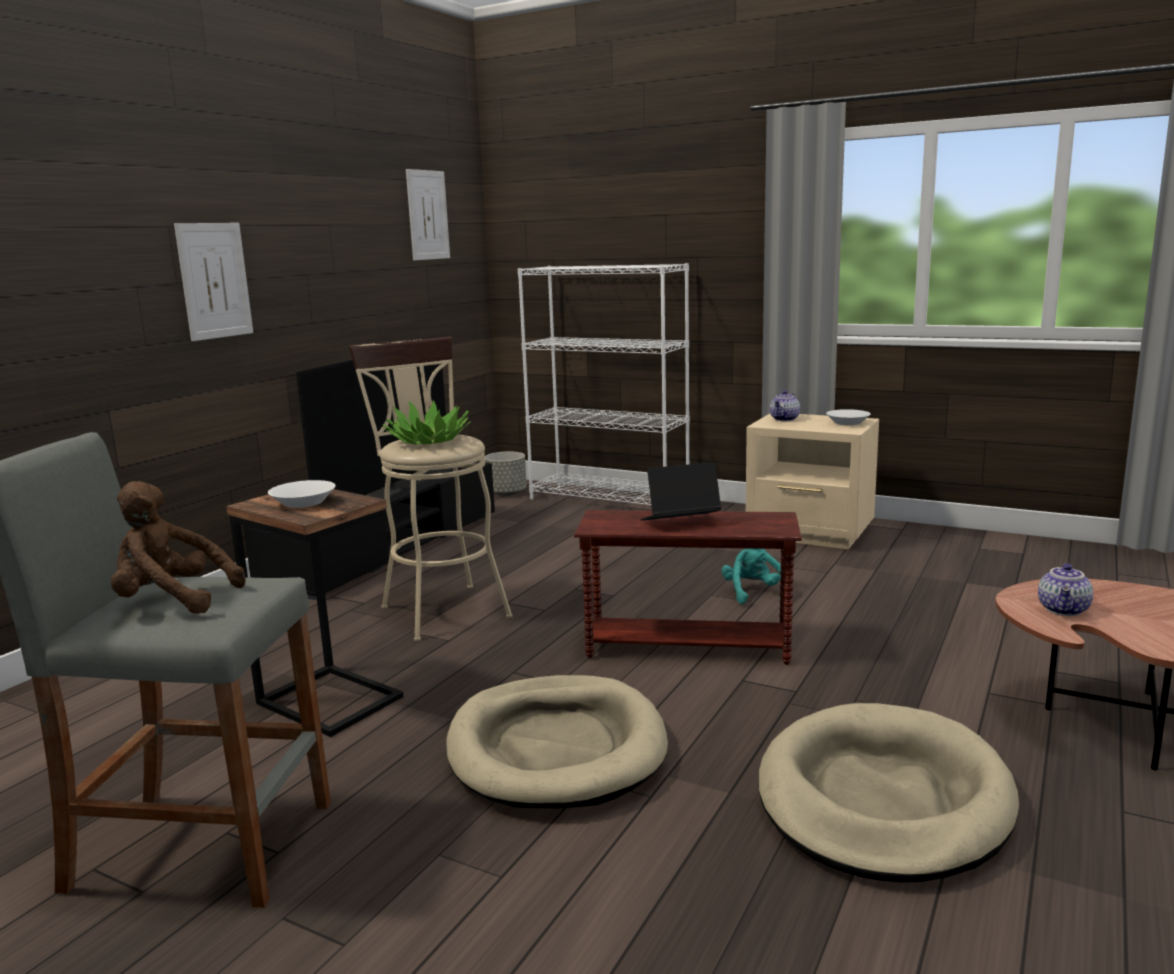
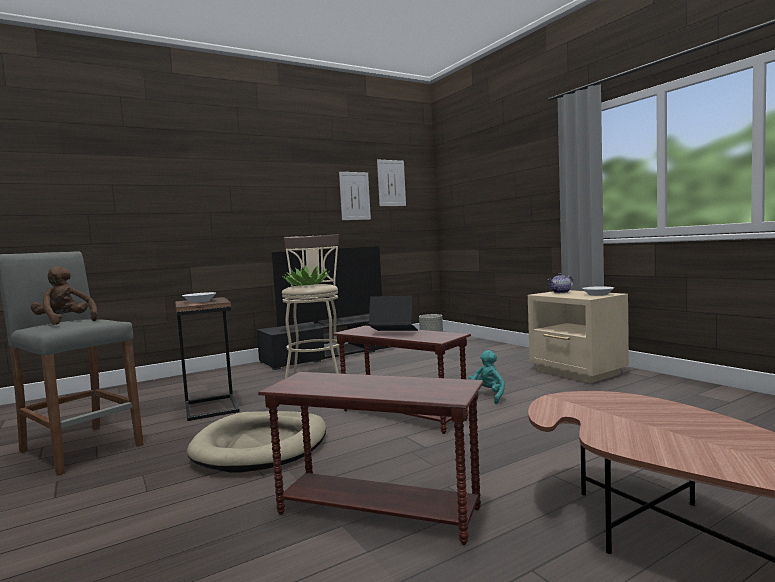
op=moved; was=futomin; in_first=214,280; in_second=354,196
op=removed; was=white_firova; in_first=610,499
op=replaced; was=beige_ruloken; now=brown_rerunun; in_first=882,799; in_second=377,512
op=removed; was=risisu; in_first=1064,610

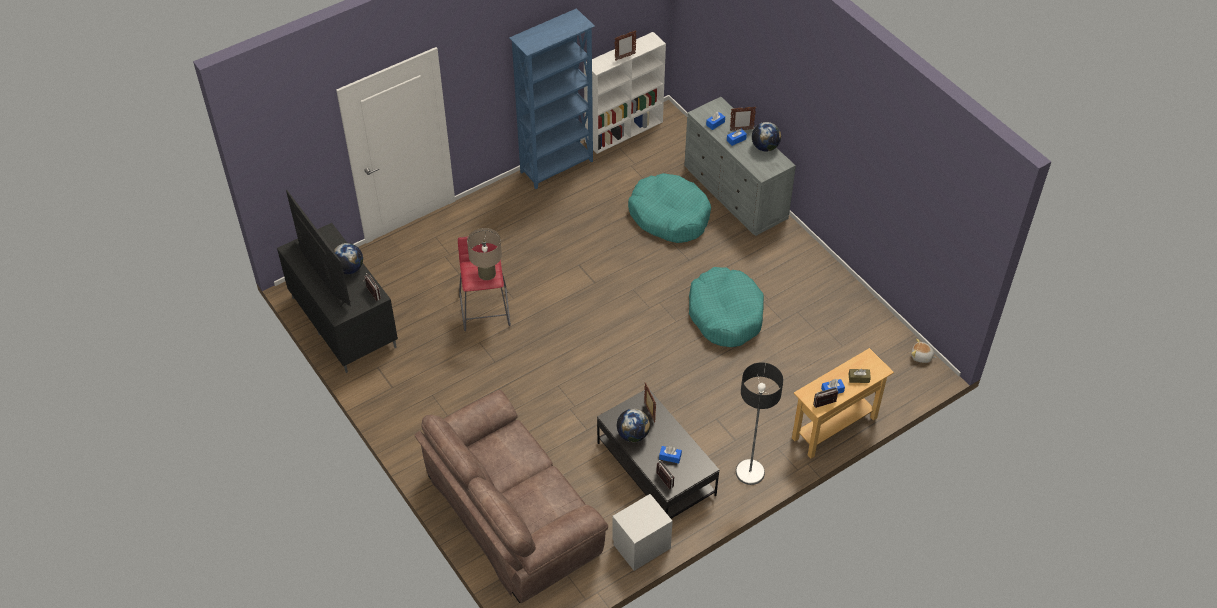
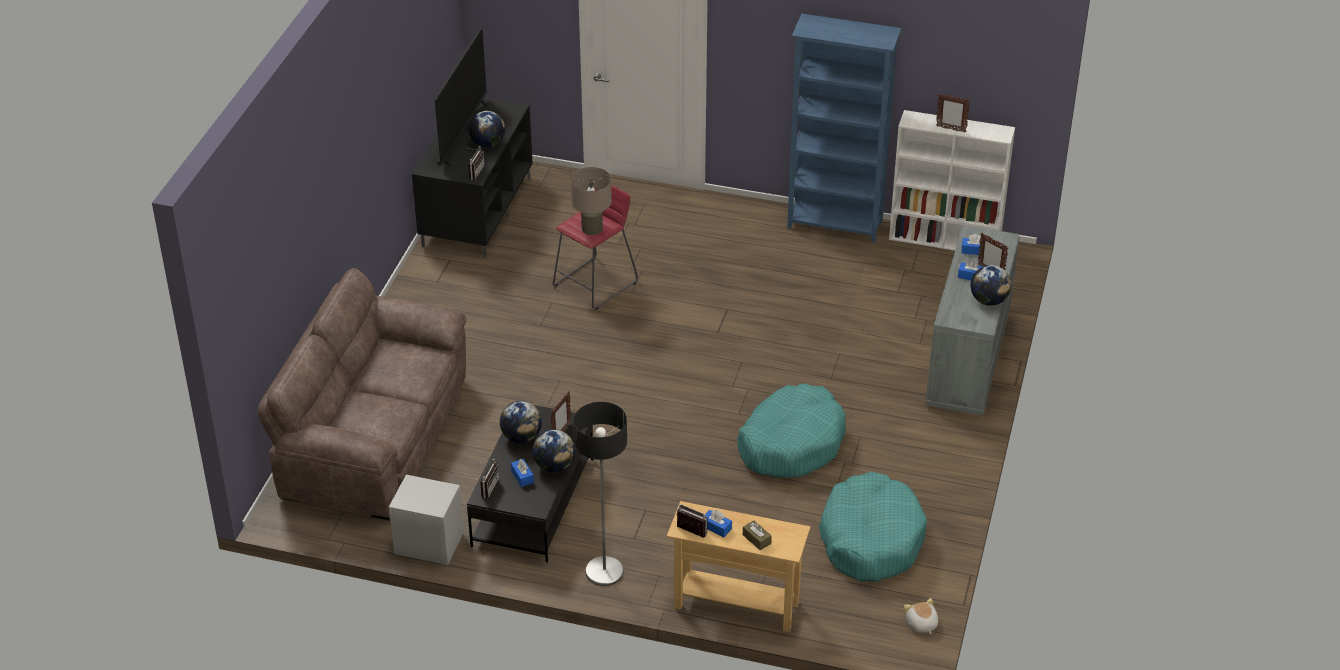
op=moved; was=turquoise_ruloken; in_first=669,216; in_second=870,539
op=added; now=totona; in_second=554,466

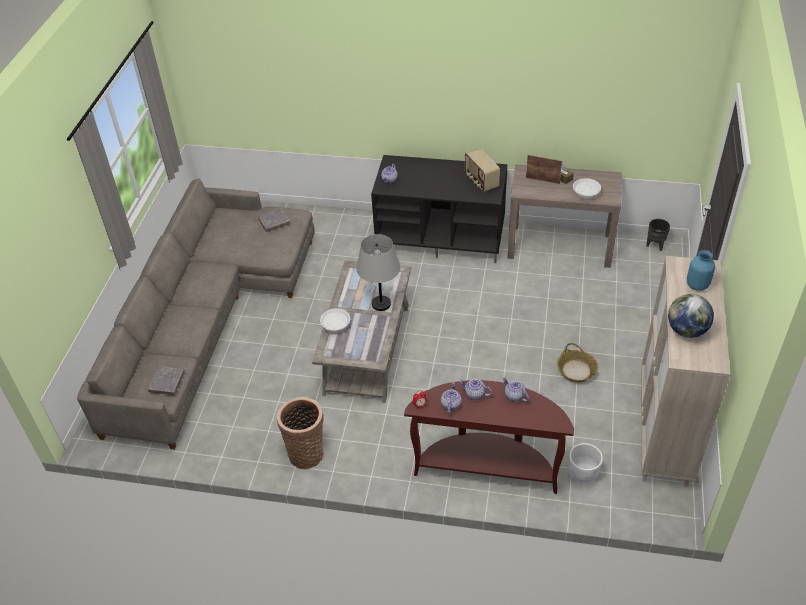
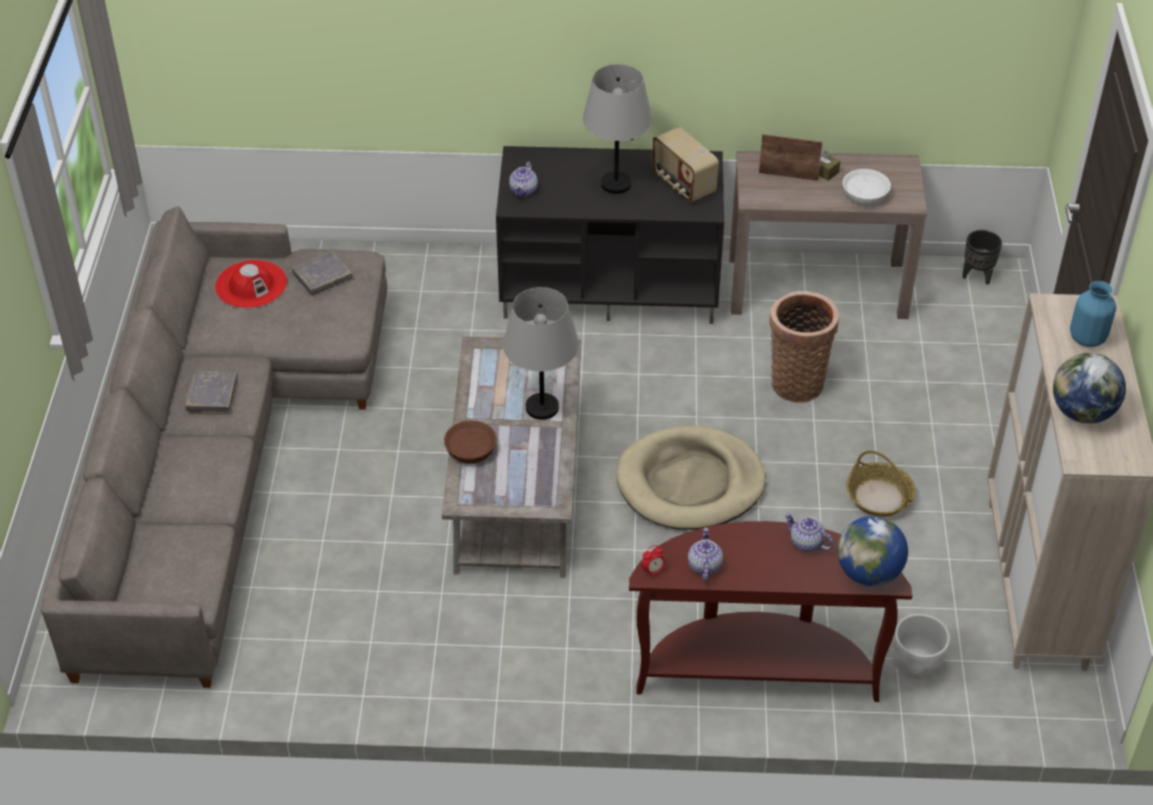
op=moved; was=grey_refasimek; in_first=167,382; in_second=212,394
op=moved; was=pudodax; in_first=306,452; in_second=796,381
op=recoloured; was=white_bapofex; now=brown_bapofex; in_first=336,325; in_second=470,450
op=removed; was=risisu; in_first=474,394
op=added; now=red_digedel; in_second=251,284
op=added; now=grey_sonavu; in_second=615,184
op=added; now=beige_ruloken; in_second=690,483
op=added; now=totona; in_second=868,573

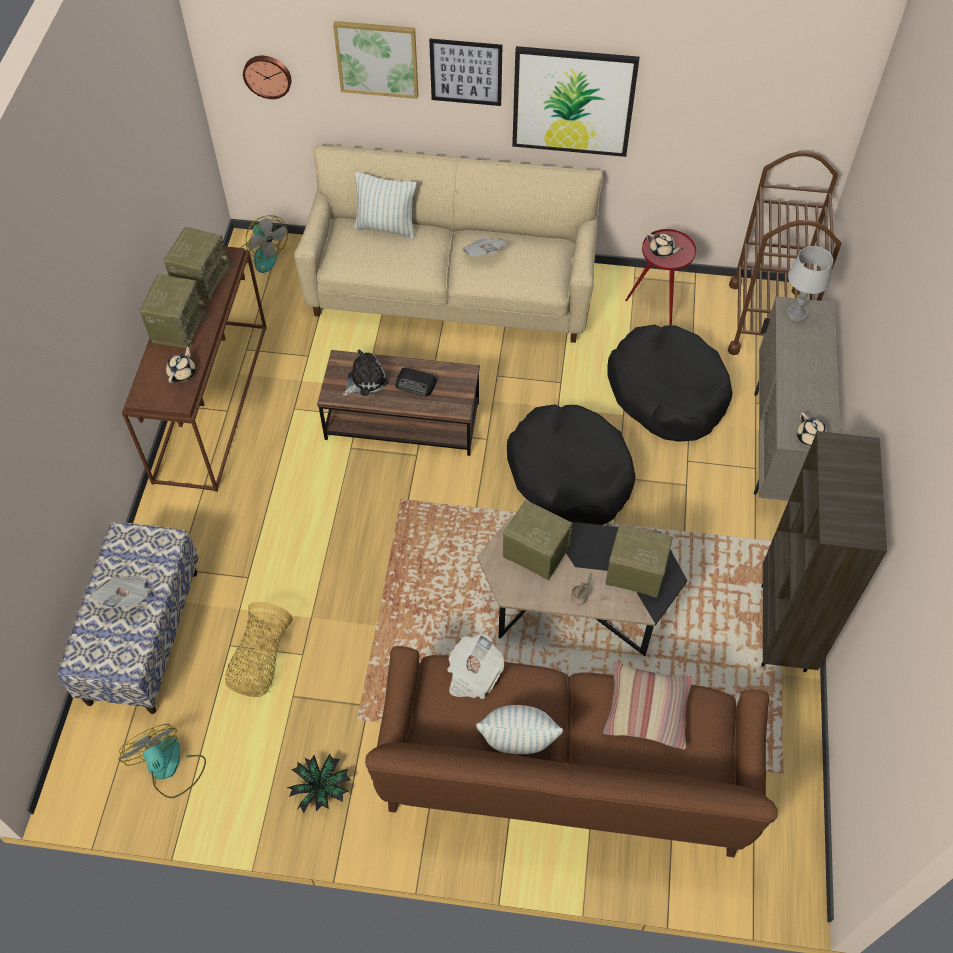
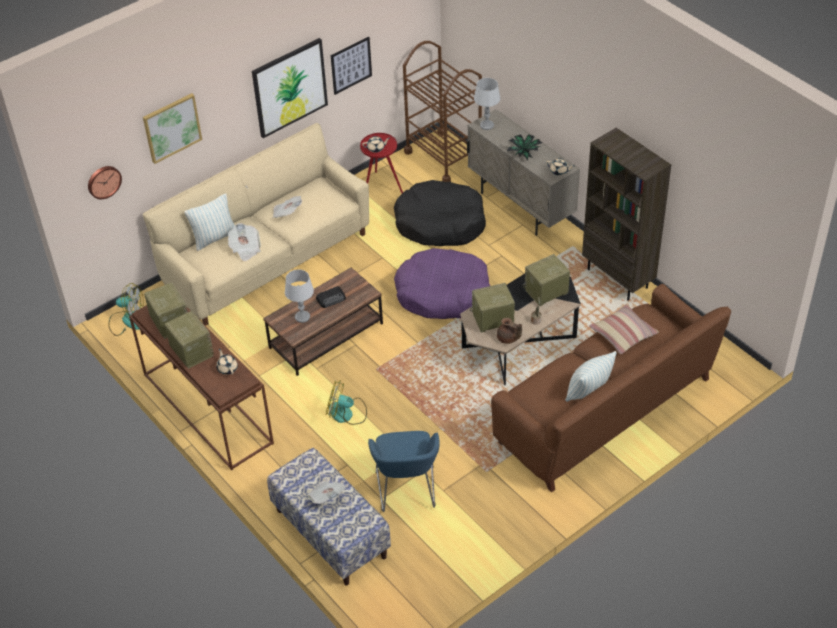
op=moved; was=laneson; in_first=169,768; in_second=346,414
op=replaced; was=pudodax; now=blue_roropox; in_first=260,661; in_second=406,491
op=moved; was=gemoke; in_first=321,789; in_second=524,153
op=replaced; was=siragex; now=grey_sonavu; in_first=365,380; in_second=302,317
op=moved; was=futomin; in_first=466,72; in_second=351,65
op=moved; was=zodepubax; in_first=473,675; in_second=245,249
op=recoloured; was=black_ruloken; now=purple_ruloken; in_first=569,475; in_second=443,293
op=added; now=brown_risisu; in_second=508,339

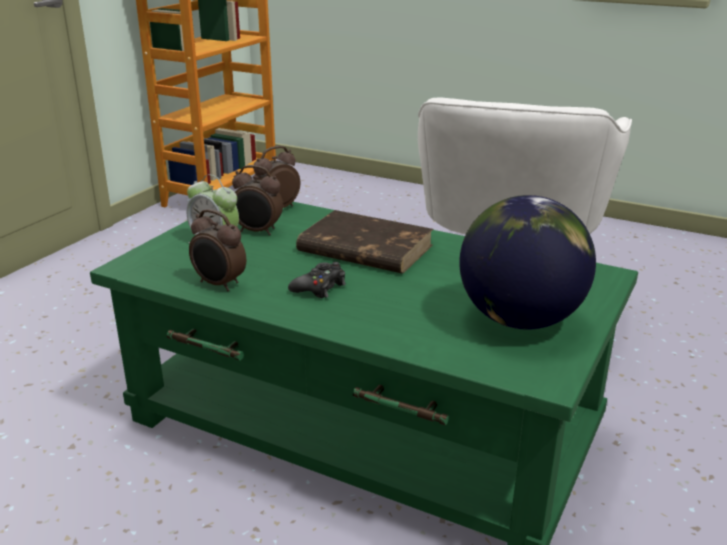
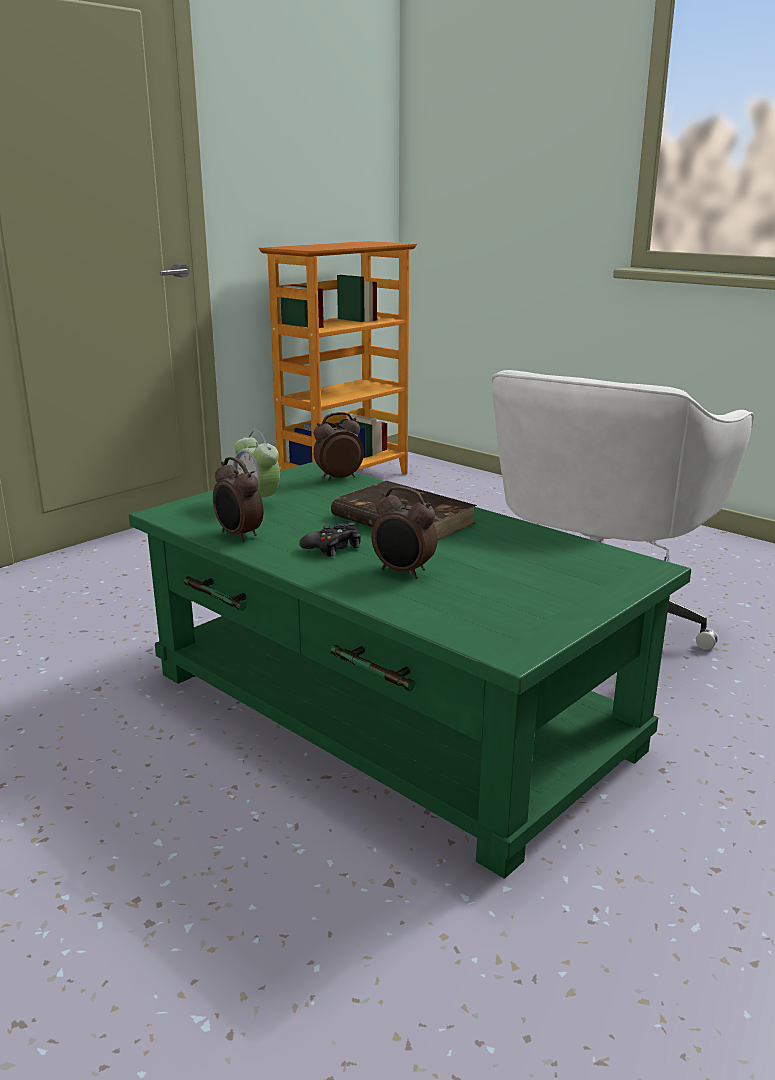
op=moved; was=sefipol; in_first=258,231; in_second=403,572
op=removed; was=totona; in_first=520,320

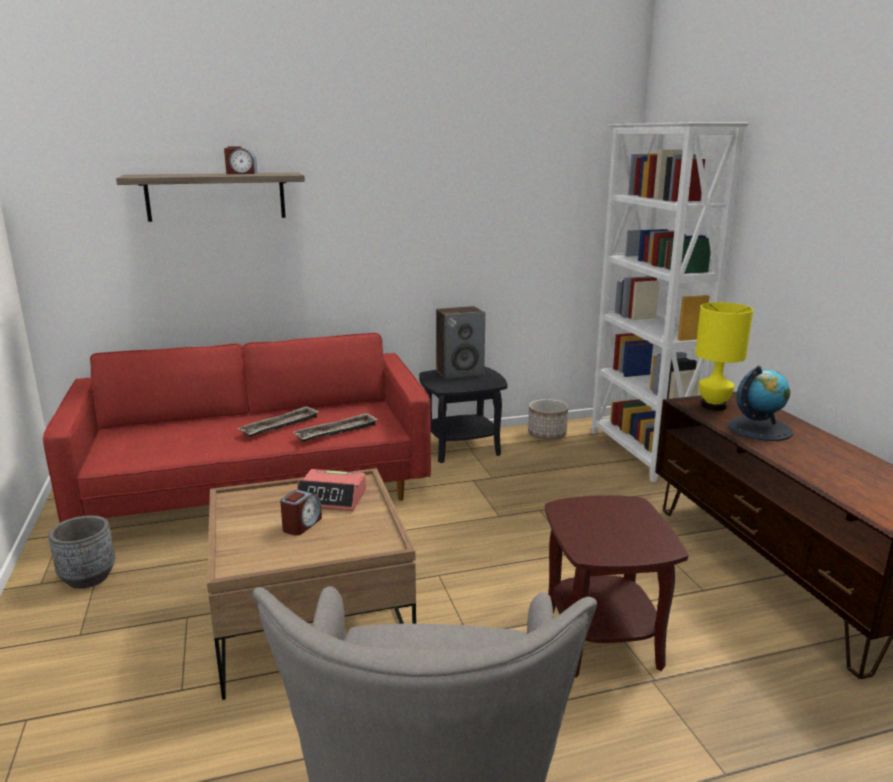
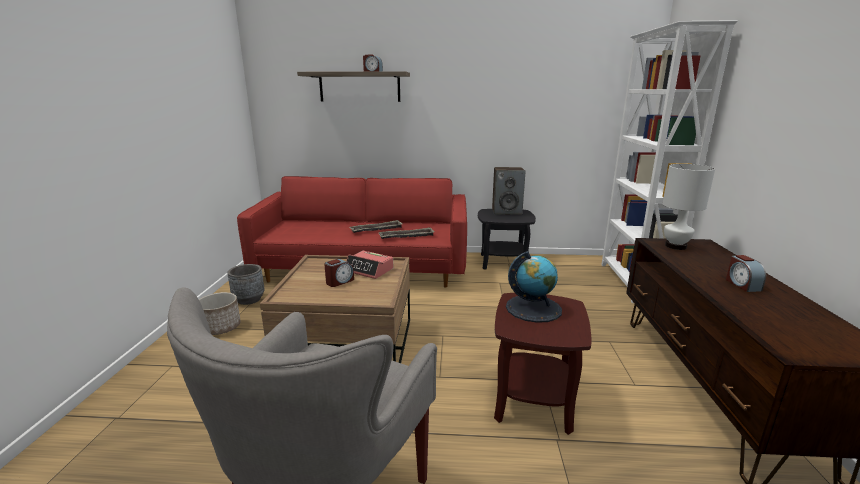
op=moved; was=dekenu; in_first=547,435; in_second=221,327
op=recoloured; was=yellow_sonavu; now=white_sonavu; in_first=713,406; in_second=675,246
op=moved; was=totona; in_first=759,428; in_second=533,308
op=added; now=sefipol; in_second=742,285

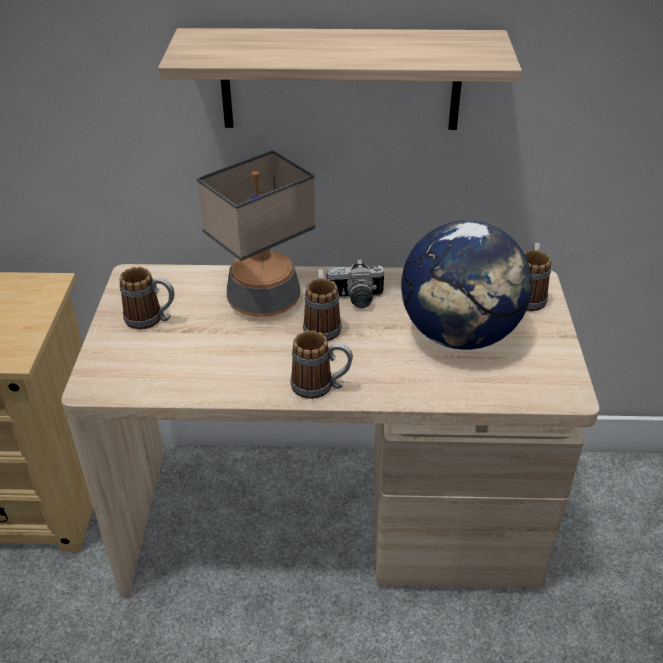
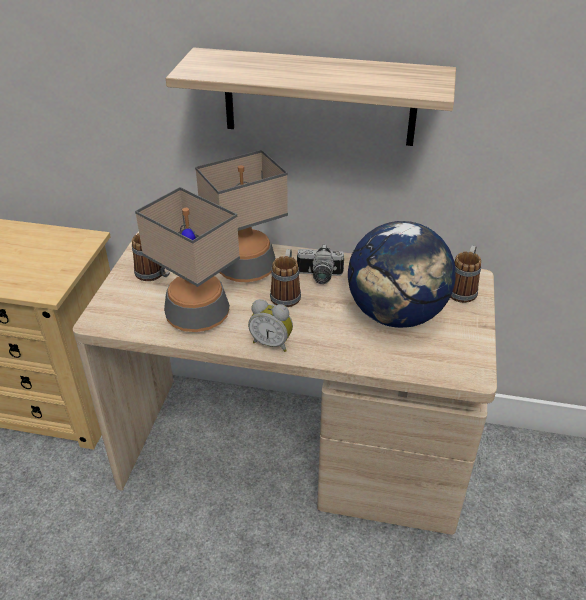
op=replaced; was=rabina; now=sefipol; in_first=321,387; in_second=272,343
op=added; now=sonavu; in_second=197,315

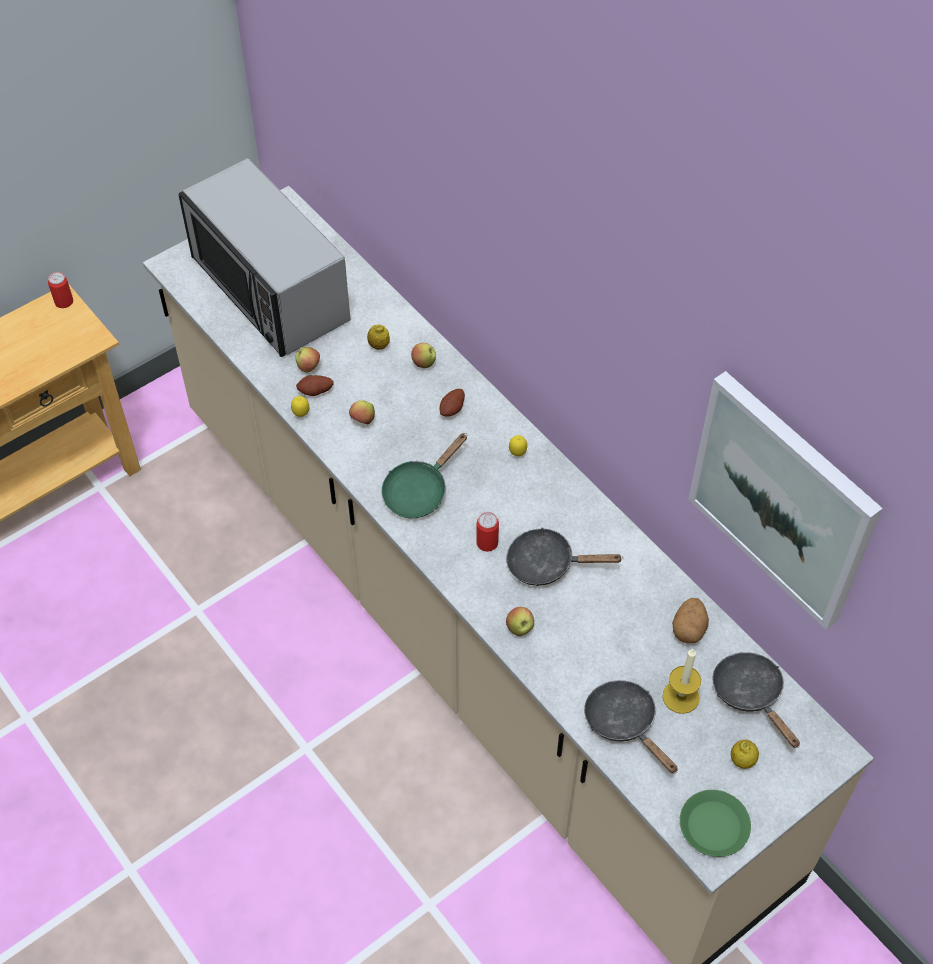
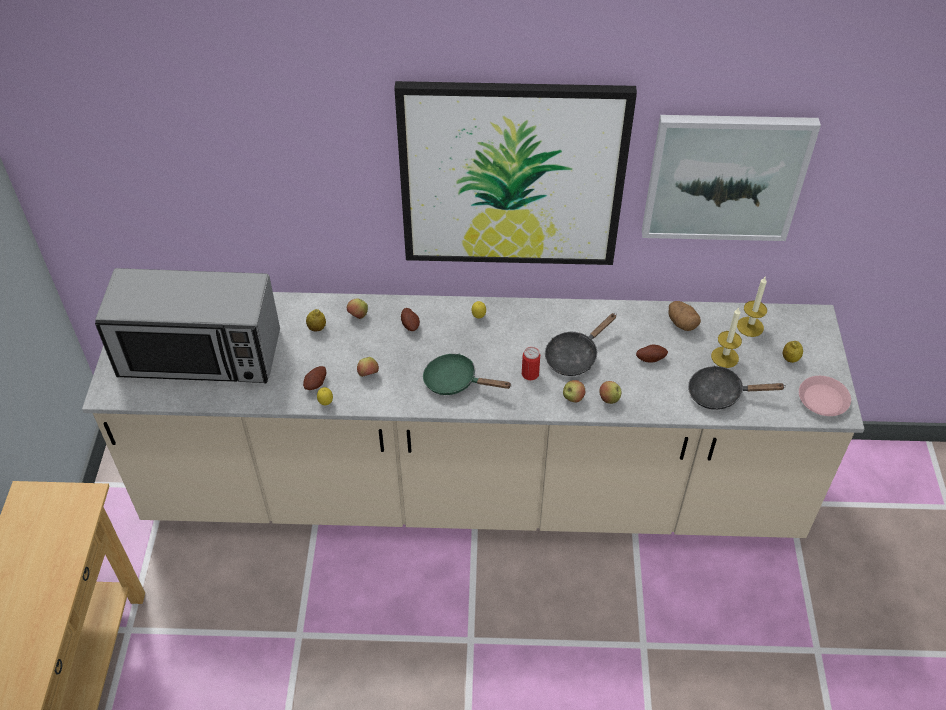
op=removed; was=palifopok; in_first=64,302
op=moved; was=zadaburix; in_first=308,367; in_second=573,398
op=turned; was=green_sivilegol; in_first=419,491; in_second=455,382; clockwise=120
op=recoloured; was=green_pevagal; now=pink_pevagal; in_first=713,826; in_second=822,399
op=replaced; was=black_sivilegol; now=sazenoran; in_first=751,695; in_second=750,326
op=added; now=futomin; in_second=512,176
op=added; now=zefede; in_second=650,358

